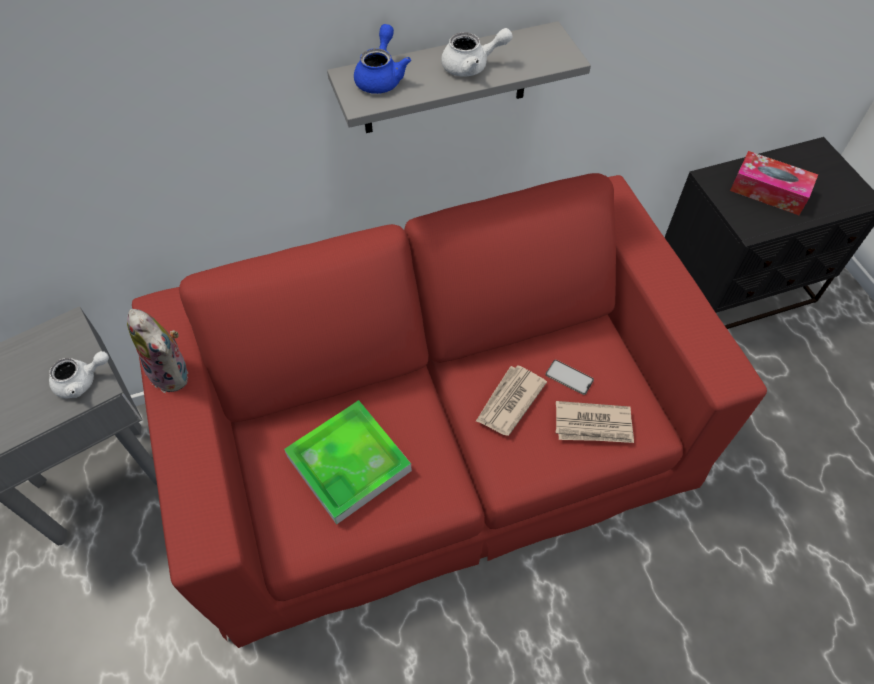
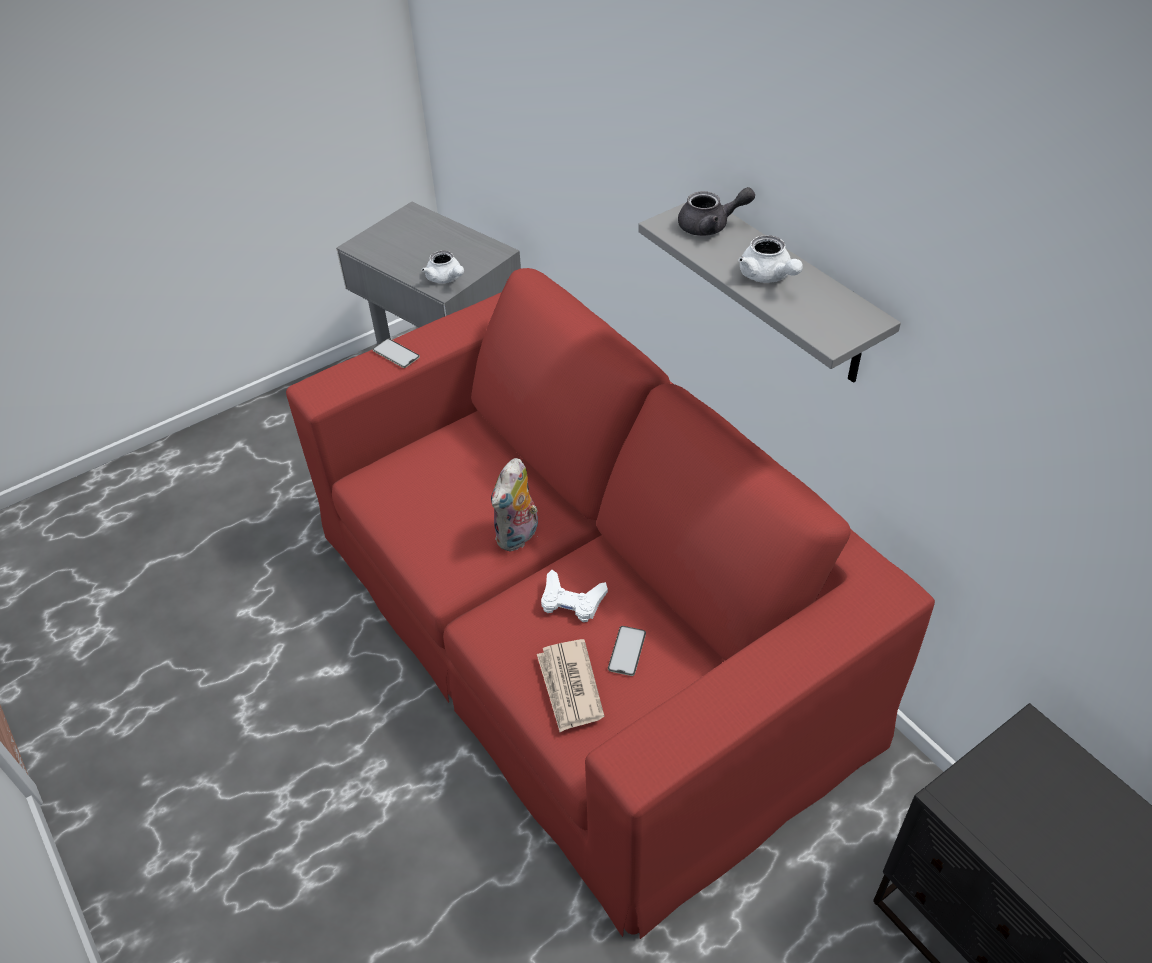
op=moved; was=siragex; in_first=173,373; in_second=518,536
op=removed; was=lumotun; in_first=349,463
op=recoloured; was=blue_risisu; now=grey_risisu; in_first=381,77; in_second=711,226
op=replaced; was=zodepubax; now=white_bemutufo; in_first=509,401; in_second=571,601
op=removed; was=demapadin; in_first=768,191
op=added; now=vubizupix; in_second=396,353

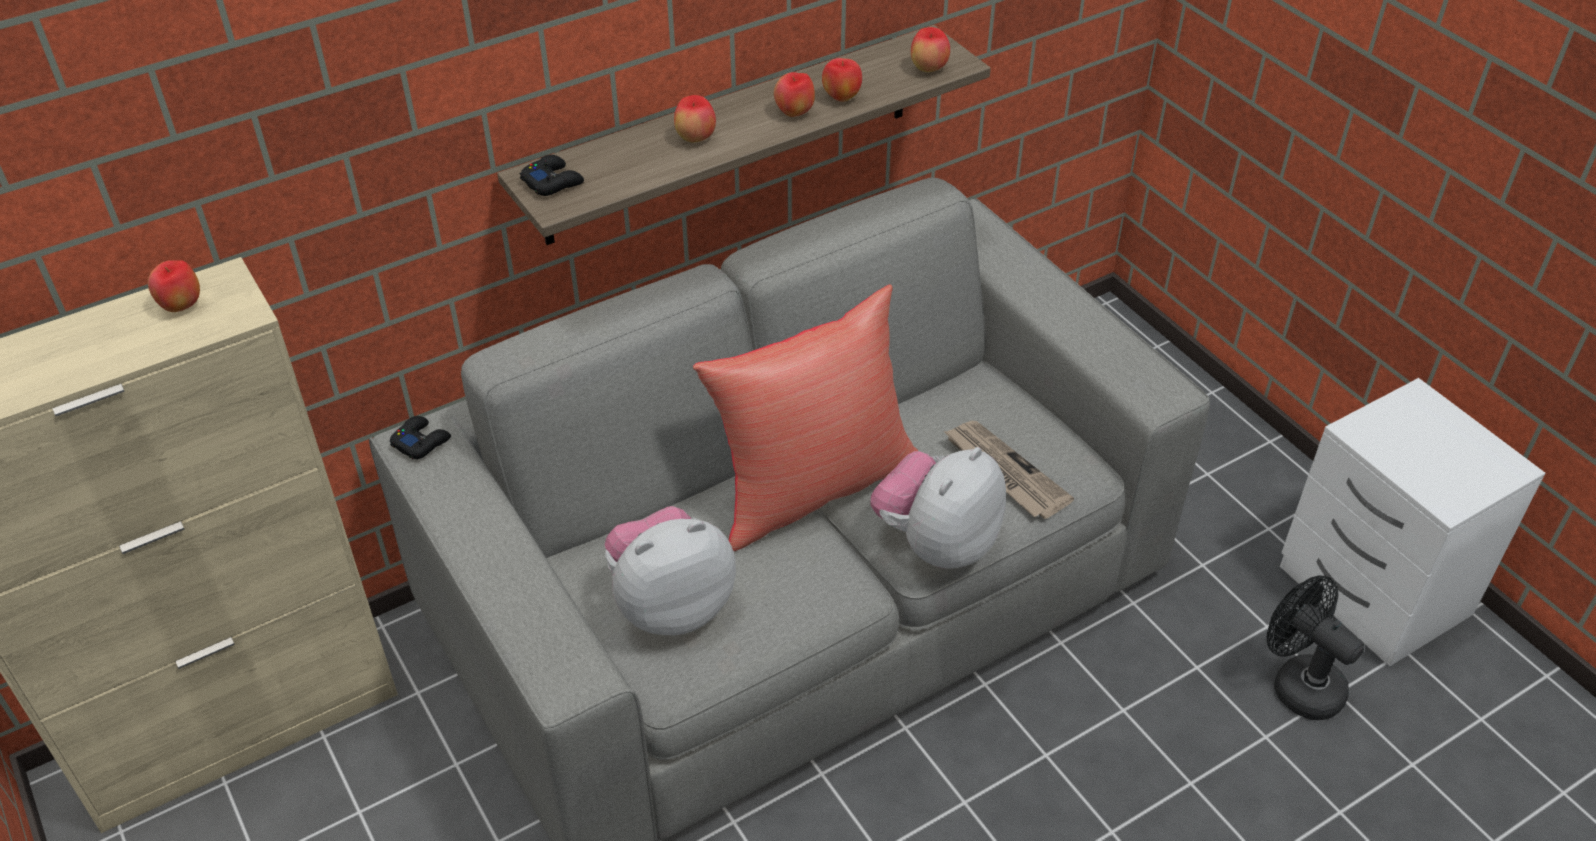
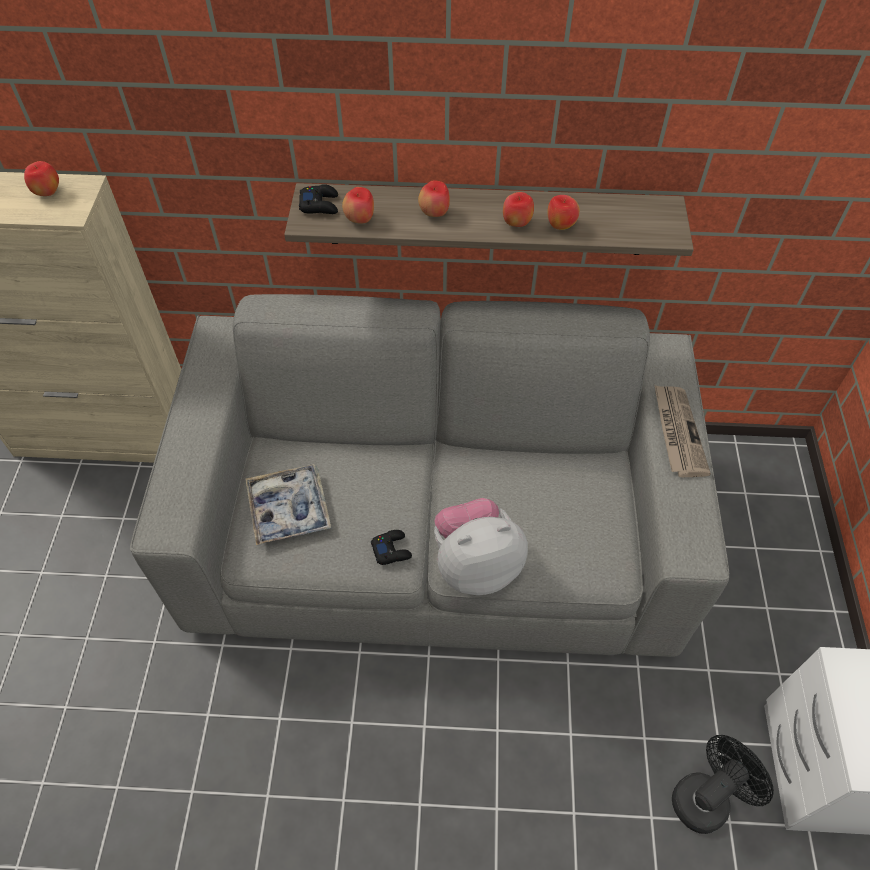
op=moved; was=black_bemutufo; in_first=421,442; in_second=391,549
op=replaced; was=siragex; now=lumotun; in_first=670,604; in_second=289,509
op=removed; was=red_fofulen; in_first=813,486
op=moved; was=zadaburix; in_first=928,69; in_second=360,220
op=moved; was=zodepubax; in_first=1004,472; in_second=677,432
op=turned; was=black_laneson; in_first=1298,684; in_second=706,797; clockwise=60

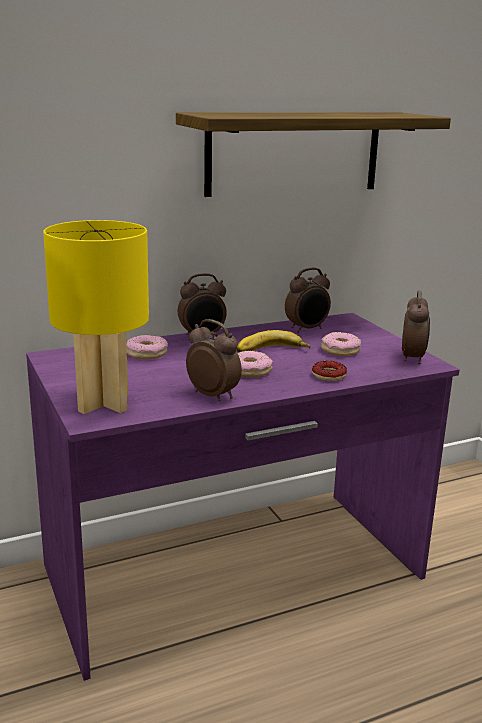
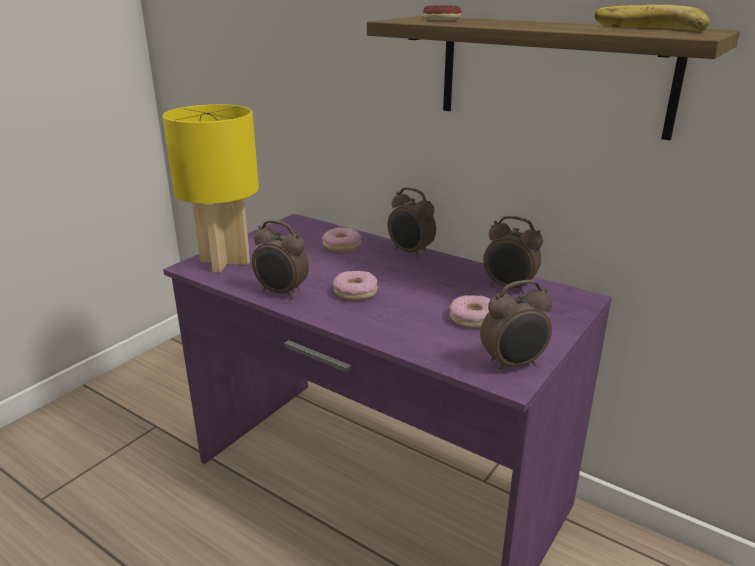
op=turned; was=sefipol; in_first=213,395; in_second=281,293; clockwise=105
op=moved; was=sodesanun; in_first=272,352; in_second=648,29
op=moved; was=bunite; in_first=329,375; in_second=441,19

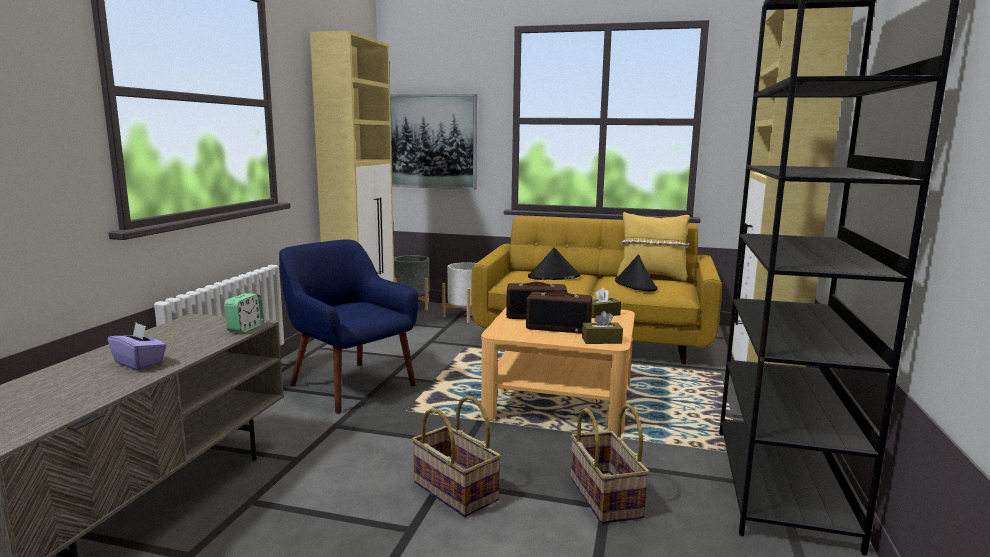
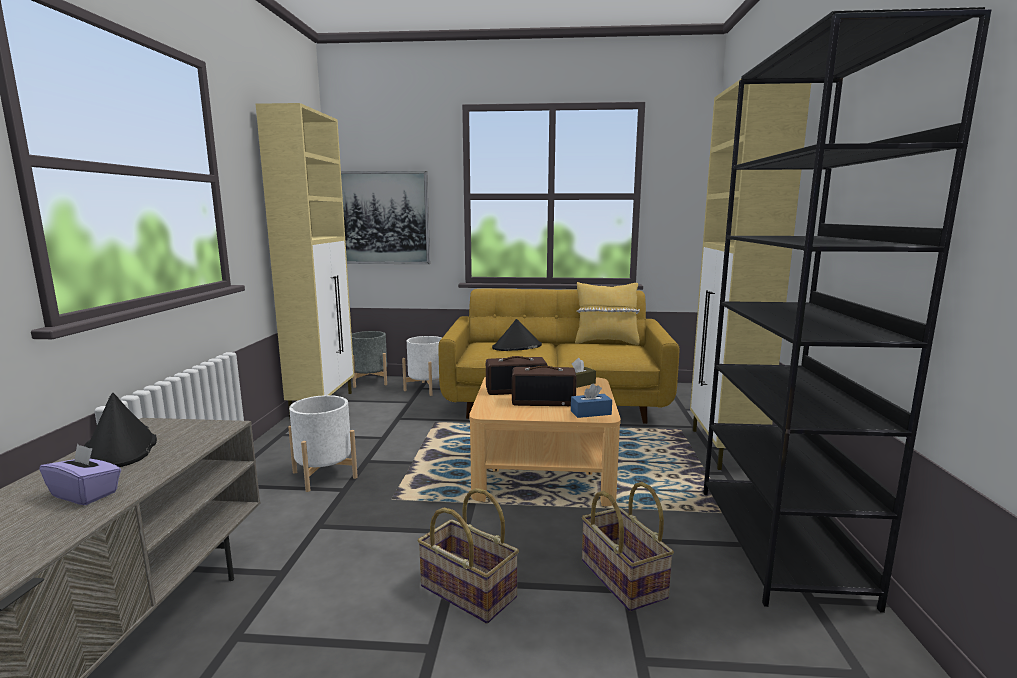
op=removed; was=sefipol; in_first=245,328
op=replaced; was=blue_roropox; now=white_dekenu; in_first=350,385; in_second=324,475
op=recoloured; was=brown_demapadin; now=blue_demapadin; in_first=601,340; in_second=590,413
op=moved; was=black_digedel; in_first=635,285; in_second=121,448

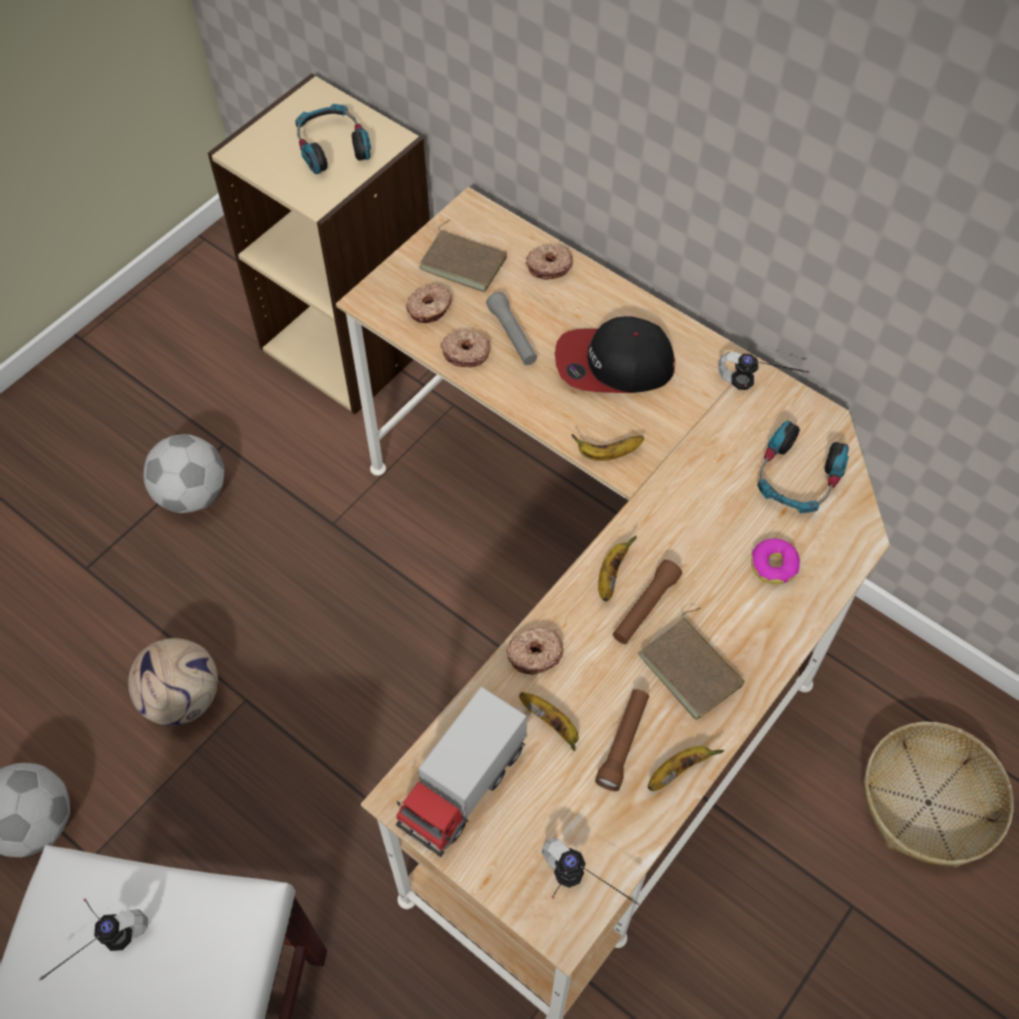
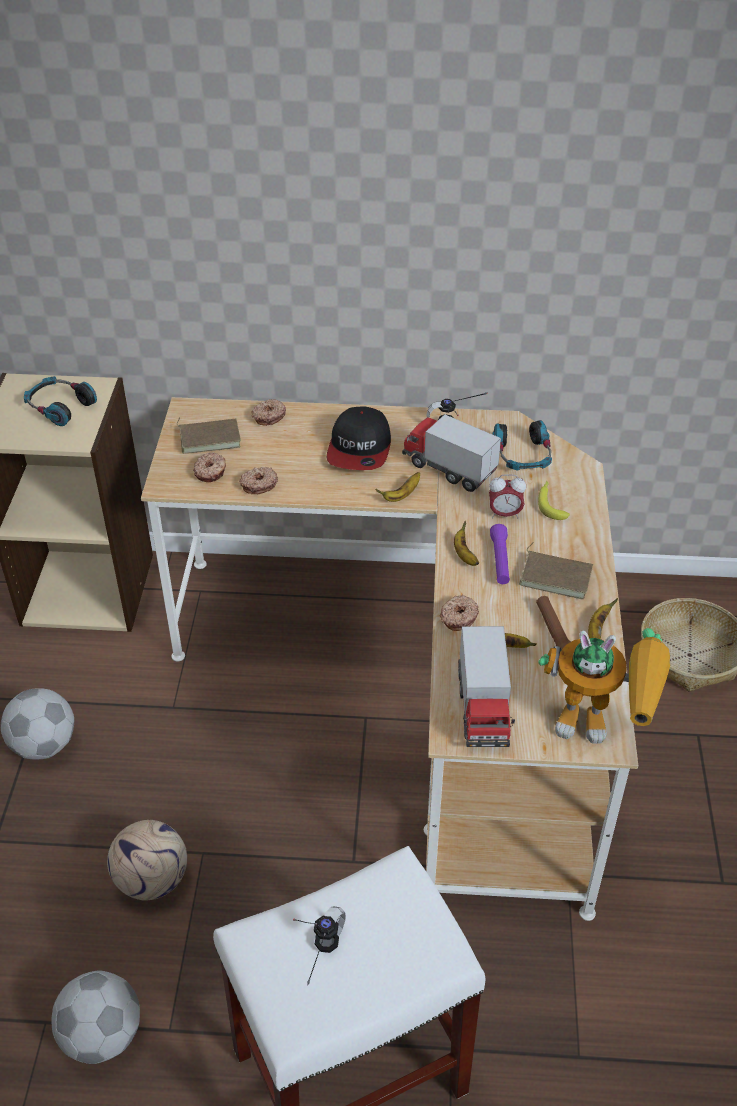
op=removed; was=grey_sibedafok; in_first=512,335
op=replaced; was=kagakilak; now=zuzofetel; in_first=575,895; in_second=602,723
op=turned; was=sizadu; in_first=613,364; in_second=360,449; clockwise=-45
op=recoloured; was=brown_sibedafok; now=purple_sibedafok; in_first=645,607; in_second=500,560
op=replaced; was=bunite; now=sodesanun; in_first=773,565; in_second=551,503
op=added; now=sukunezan; in_second=449,469
op=added; now=sefipol; in_second=504,514

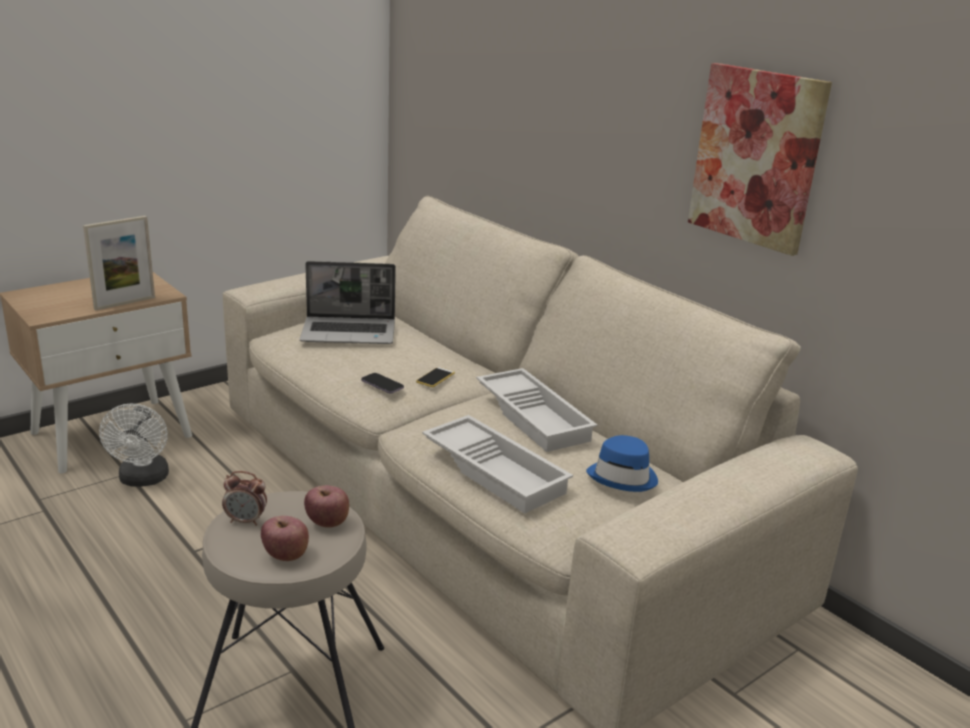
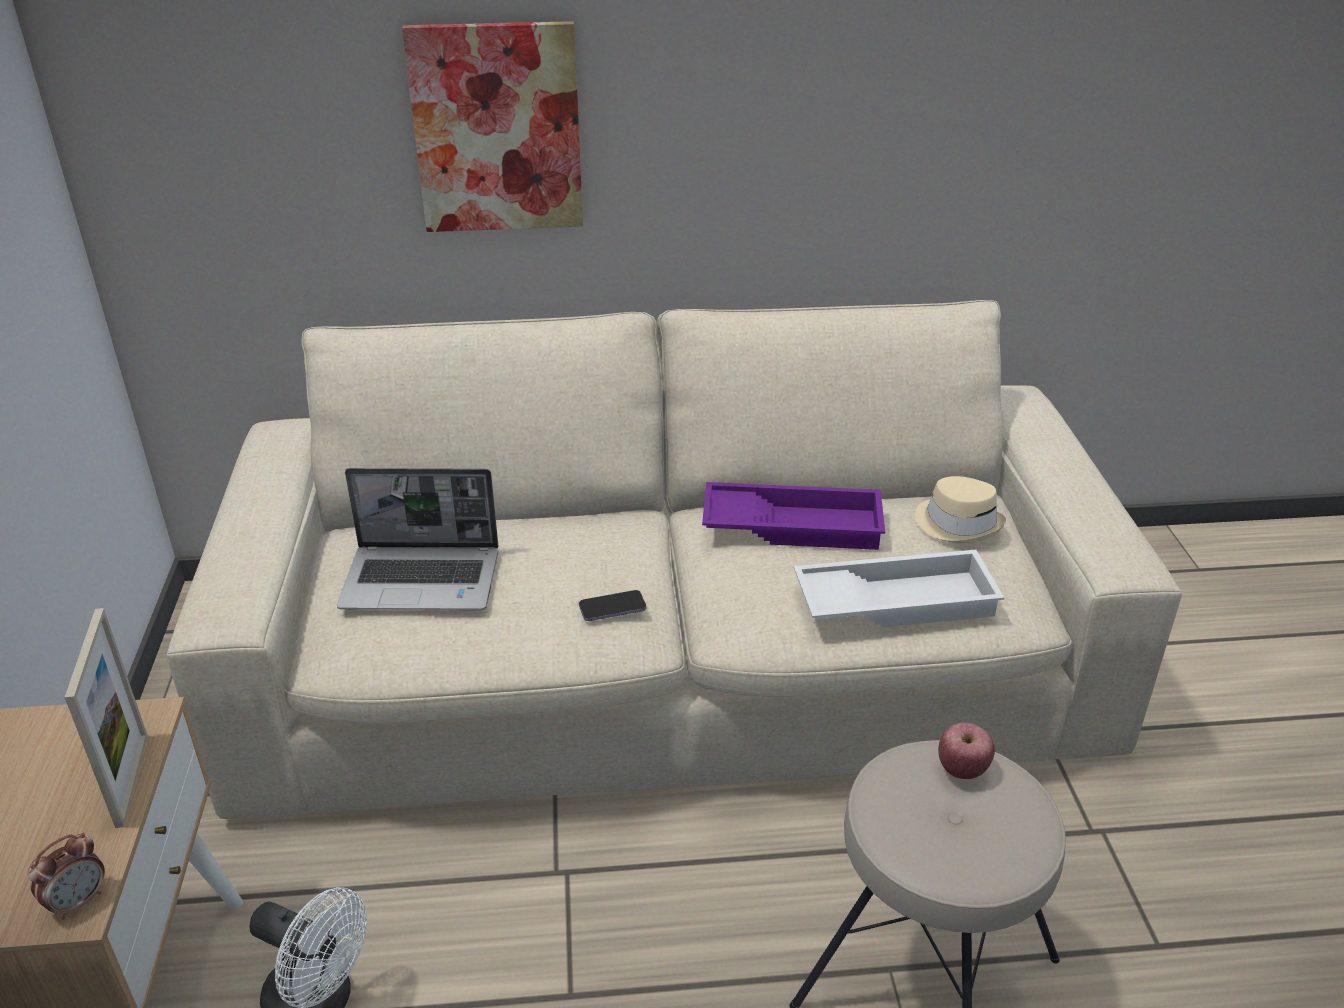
op=moved; was=sefipol; in_first=246,521; in_second=78,901
op=removed; was=zadaburix; in_first=285,555
op=turned; was=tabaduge; in_first=350,332; in_second=423,580; clockwise=60
op=removed; was=vubizupix; in_first=435,377
op=recoloured; was=white_lumotun; now=purple_lumotun; in_first=535,416; in_second=793,524
op=recoloured; was=blue_digedel; now=beige_digedel; in_first=623,477; in_second=958,523
op=moved; was=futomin; in_first=756,157; in_second=497,129

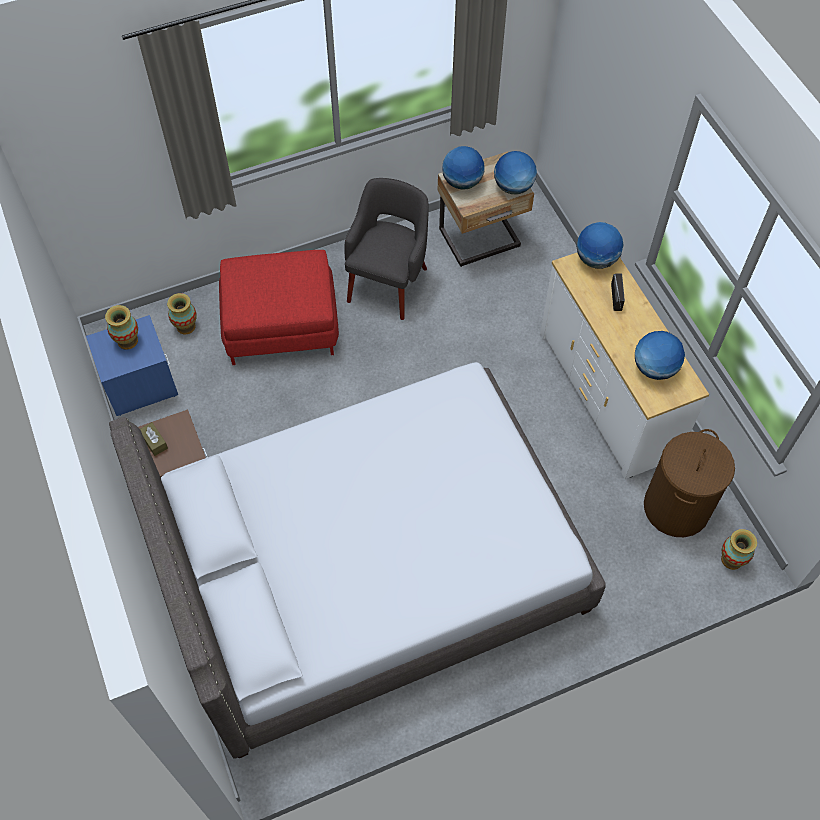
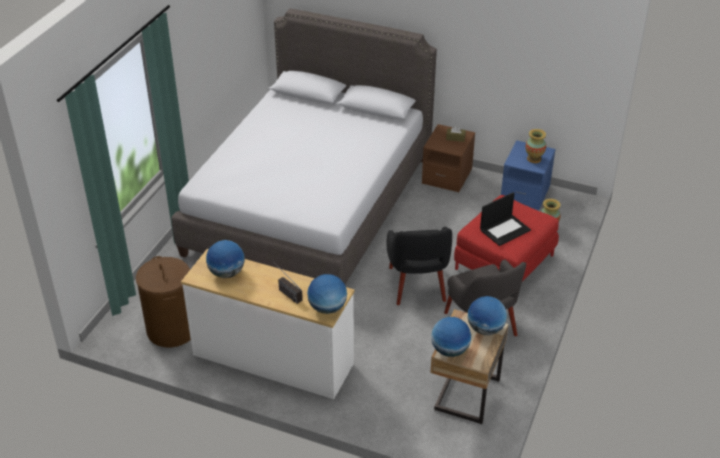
op=removed; was=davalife; in_first=731,559
op=added; now=black_roropox; in_second=417,285
op=added; now=tabaduge; in_second=505,229

